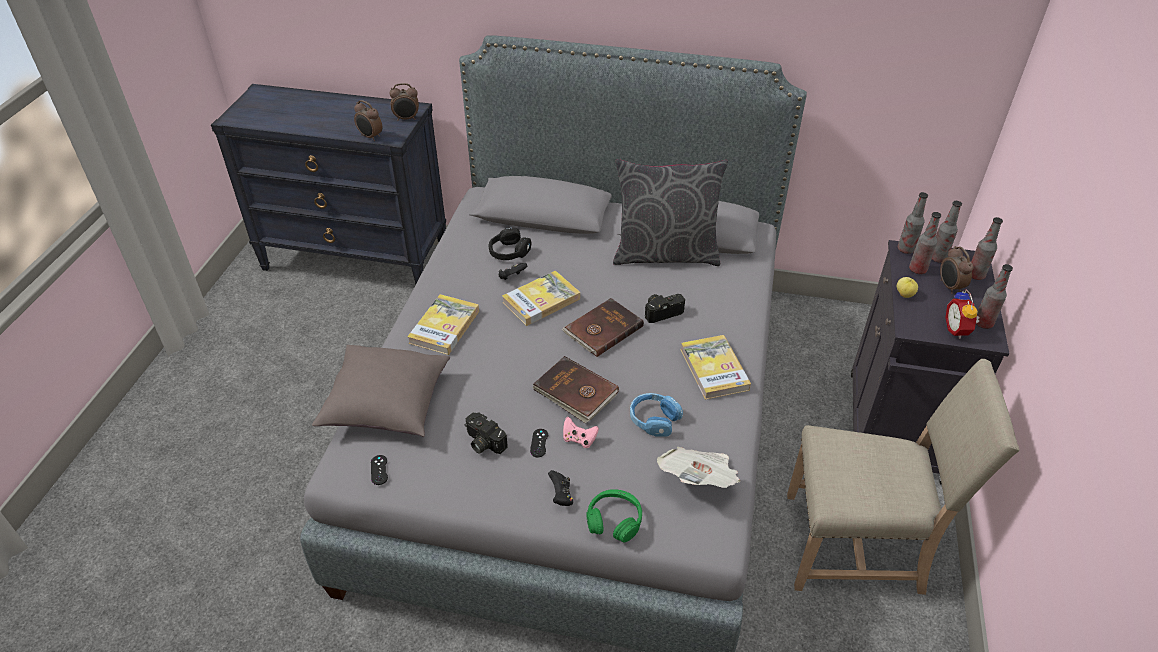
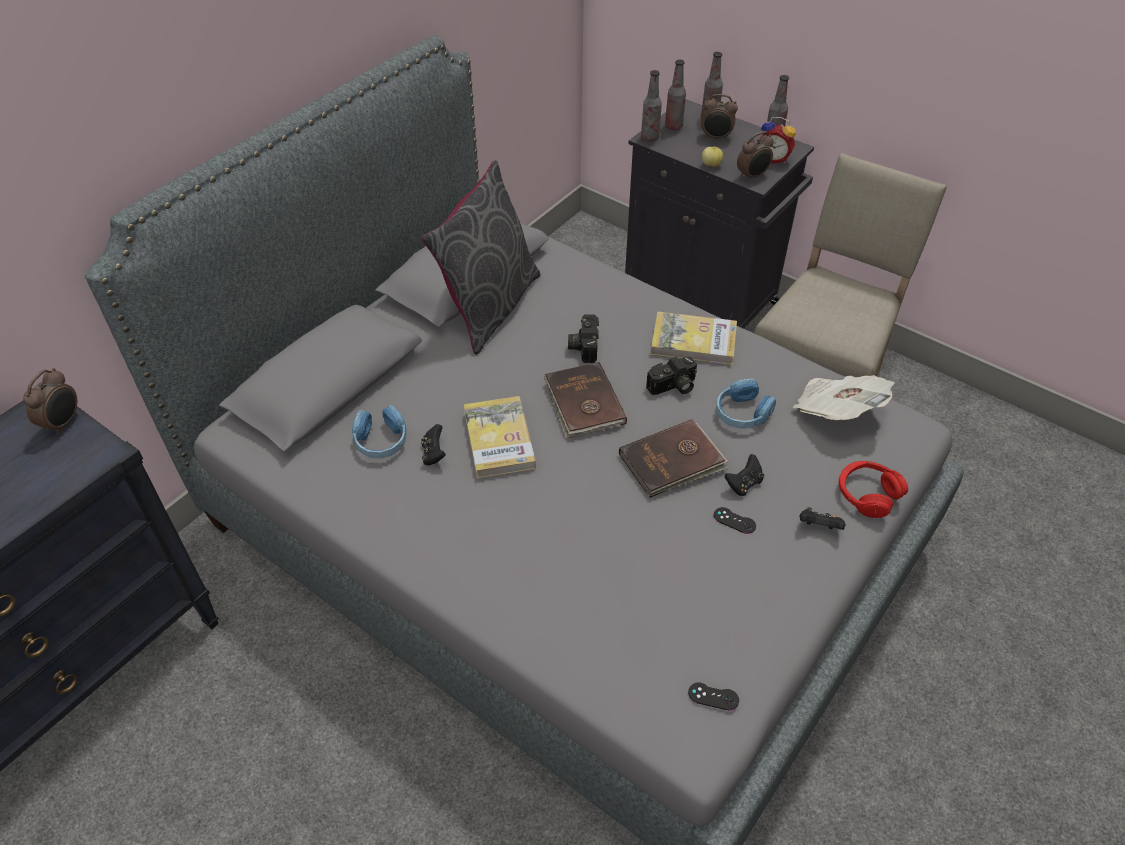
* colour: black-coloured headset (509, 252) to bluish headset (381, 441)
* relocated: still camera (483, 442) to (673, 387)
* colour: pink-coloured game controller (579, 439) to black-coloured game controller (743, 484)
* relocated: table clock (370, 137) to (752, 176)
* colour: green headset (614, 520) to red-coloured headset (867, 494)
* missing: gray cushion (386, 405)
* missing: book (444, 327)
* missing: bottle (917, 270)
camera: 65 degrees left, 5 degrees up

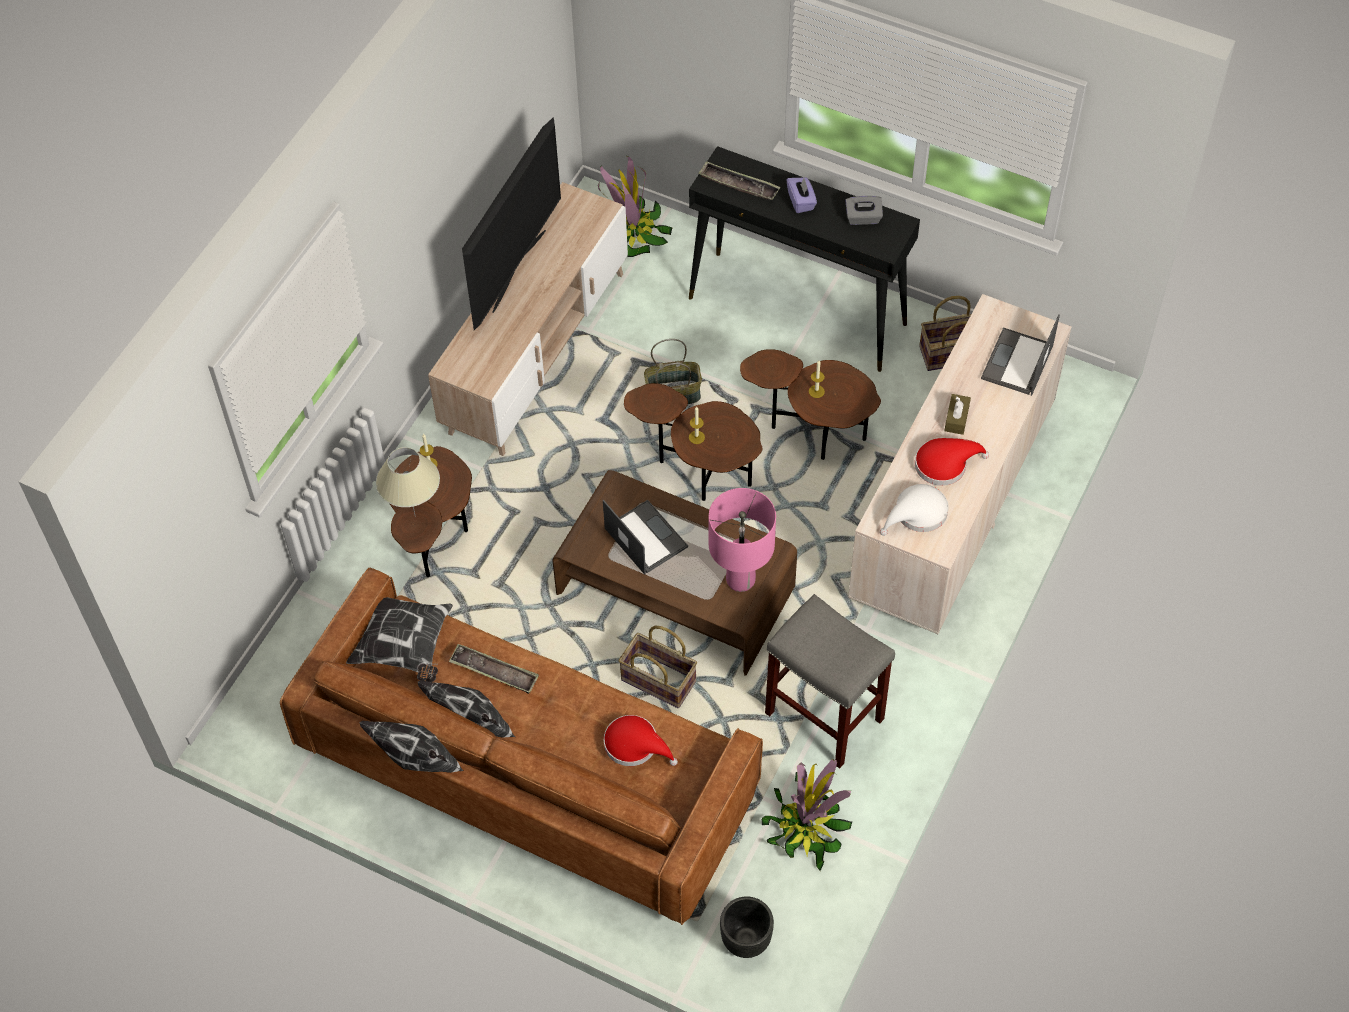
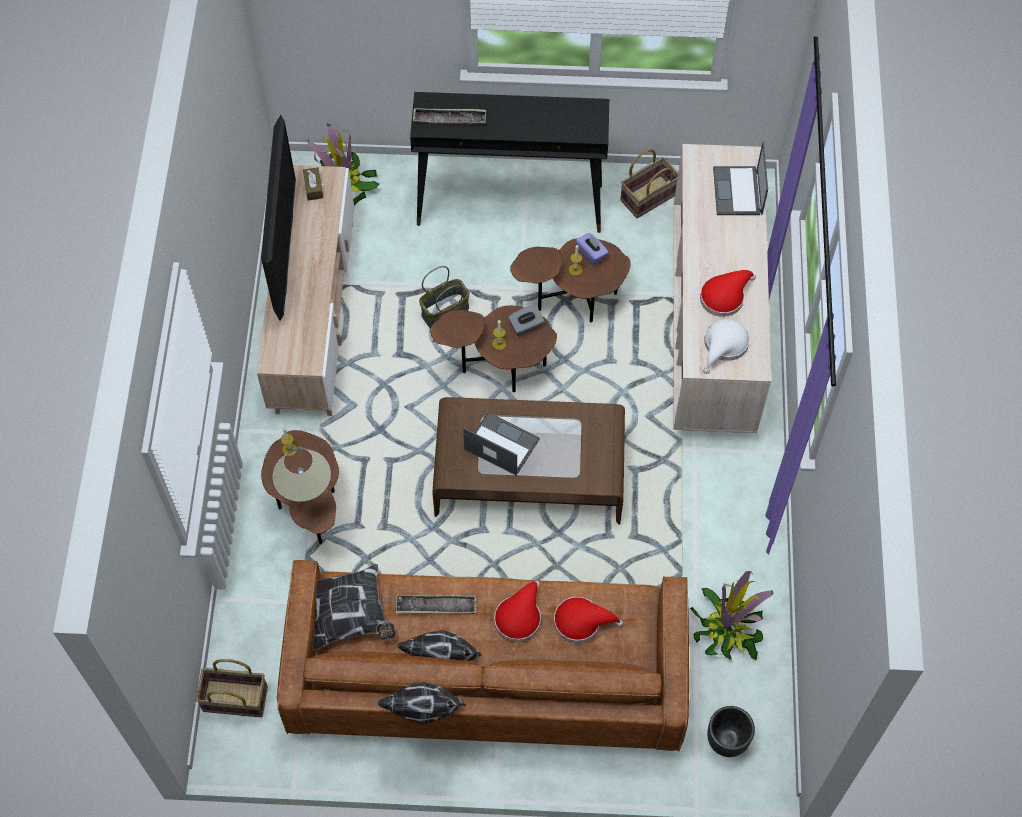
* relocated: basket (657, 681) to (234, 700)
* relocated: brownish tissue holder (956, 418) to (313, 187)
* appeared: red-coloured clothing hat (519, 616)
* relocated: gray tissue holder (863, 218) to (526, 326)
* relocated: purplish tissue holder (801, 201) to (591, 254)
* missing: pink-coloured lamp for a table (740, 580)
* missing: gray stool seat (826, 716)
camera: 25 degrees left, 5 degrees up

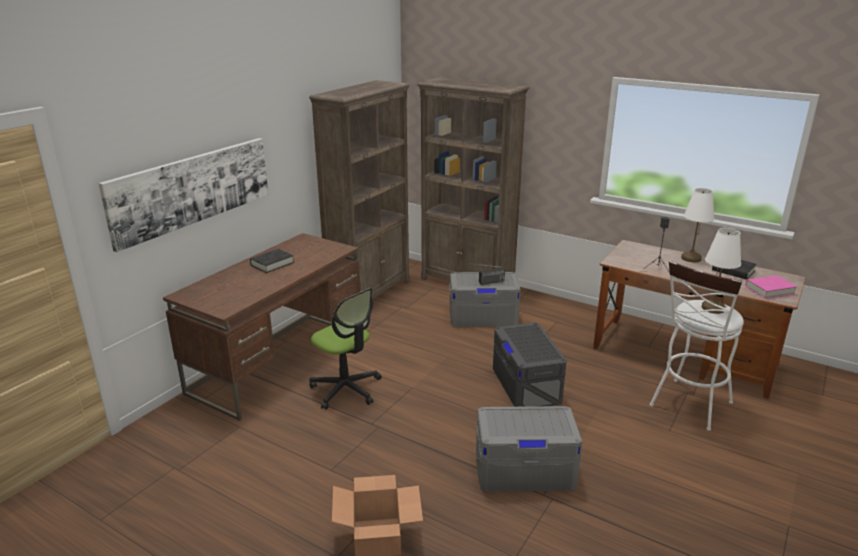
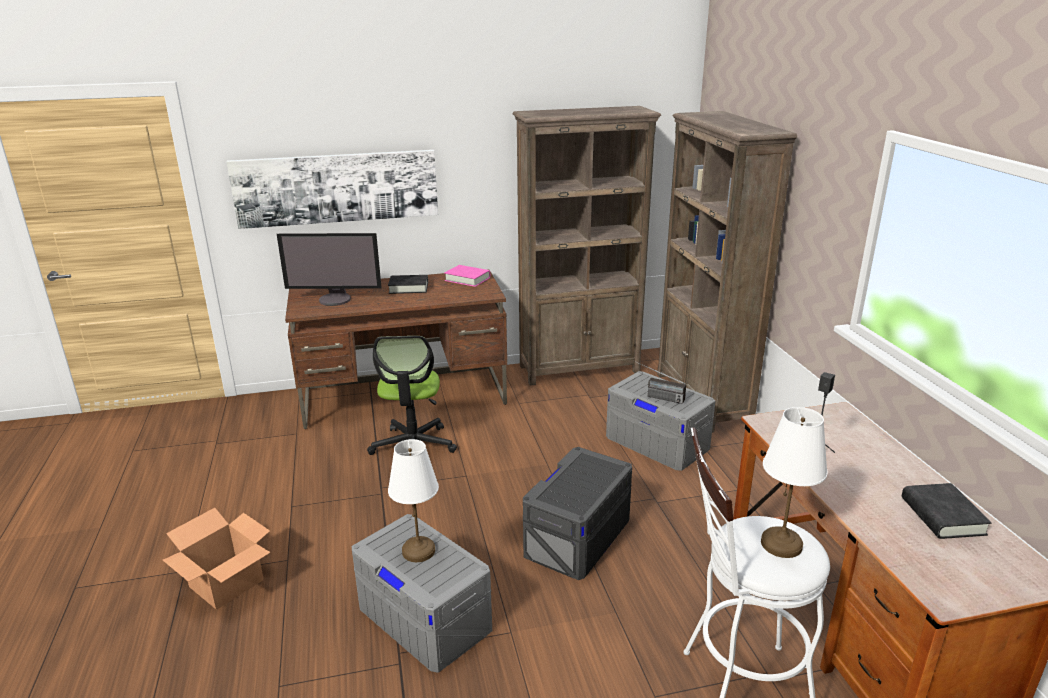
* appeared: computer screen (335, 299)
* relocated: white-coloured lamp for a table (690, 258) to (418, 550)
* relocated: pink-coloured book (769, 290) to (467, 279)
camera: 45 degrees right, 0 degrees up

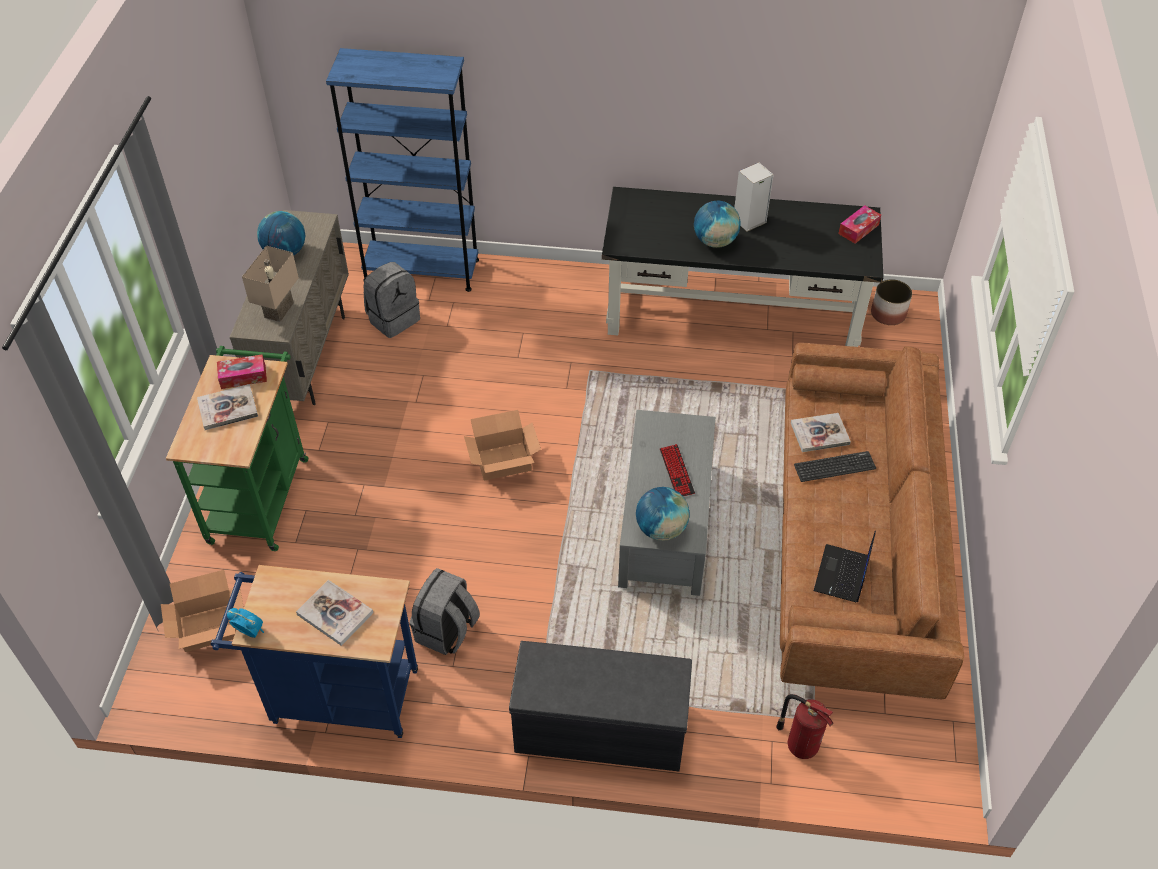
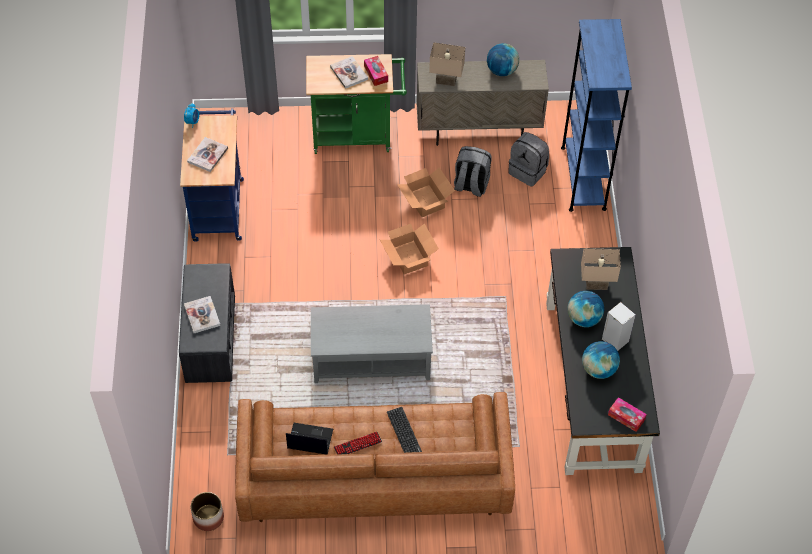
* relocated: book (820, 434) to (202, 315)
* relocated: flower pot (888, 314) to (208, 518)
* relocated: PC keyboard (676, 471) to (357, 445)
* relocated: carton (209, 627) to (425, 200)
* relocated: gray backpack (447, 631) to (470, 185)
* appeared: sand-coloured lamp for a table (597, 283)
* relocated: globe (661, 529) to (598, 369)
* missing: fire-fighting cylinder (800, 744)
camera: 80 degrees right, 5 degrees up

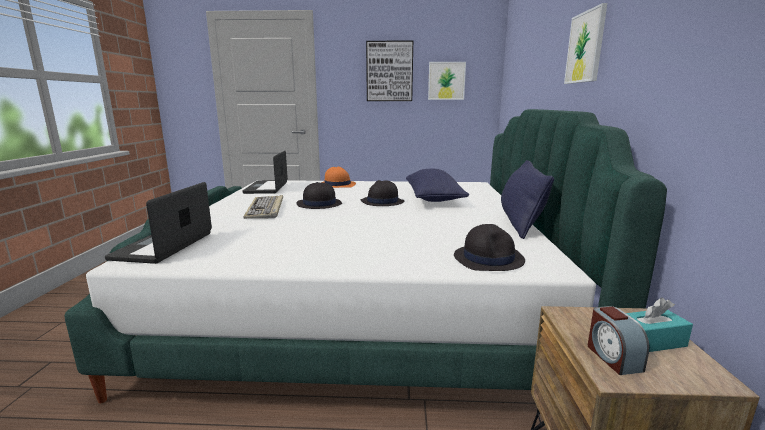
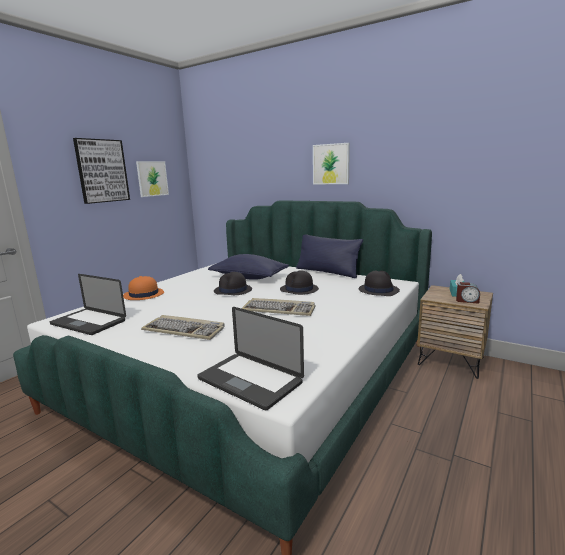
* appeared: PC keyboard (279, 309)
* relocated: black-coloured clothing hat (319, 204) to (299, 289)
camera: 60 degrees left, 0 degrees up

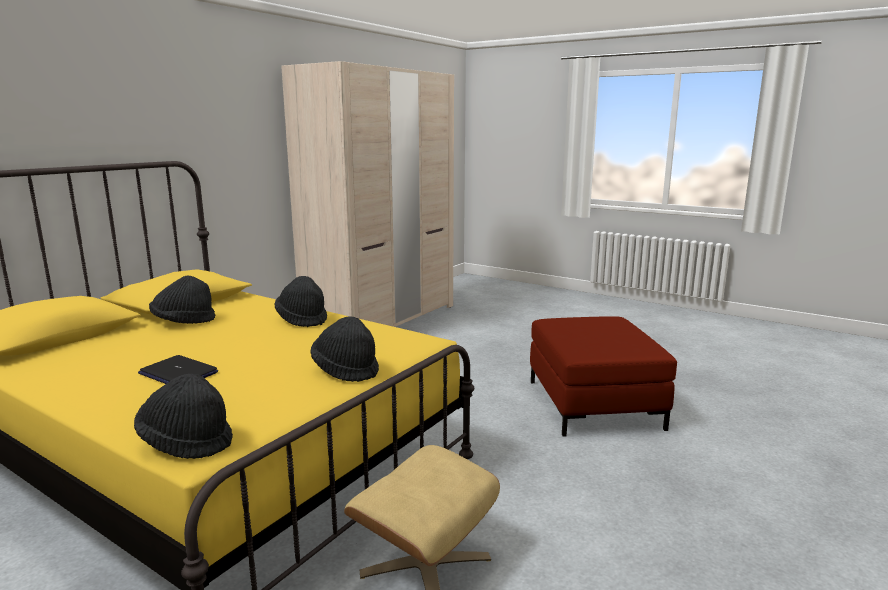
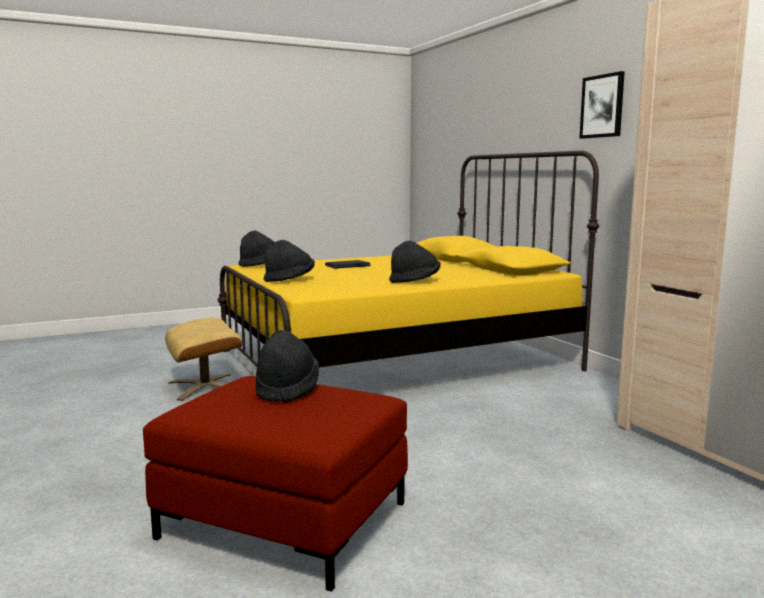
* relocated: black-coloured clothing hat (183, 322) to (287, 389)
* appeared: picture (602, 106)
camera: 120 degrees right, 5 degrees down

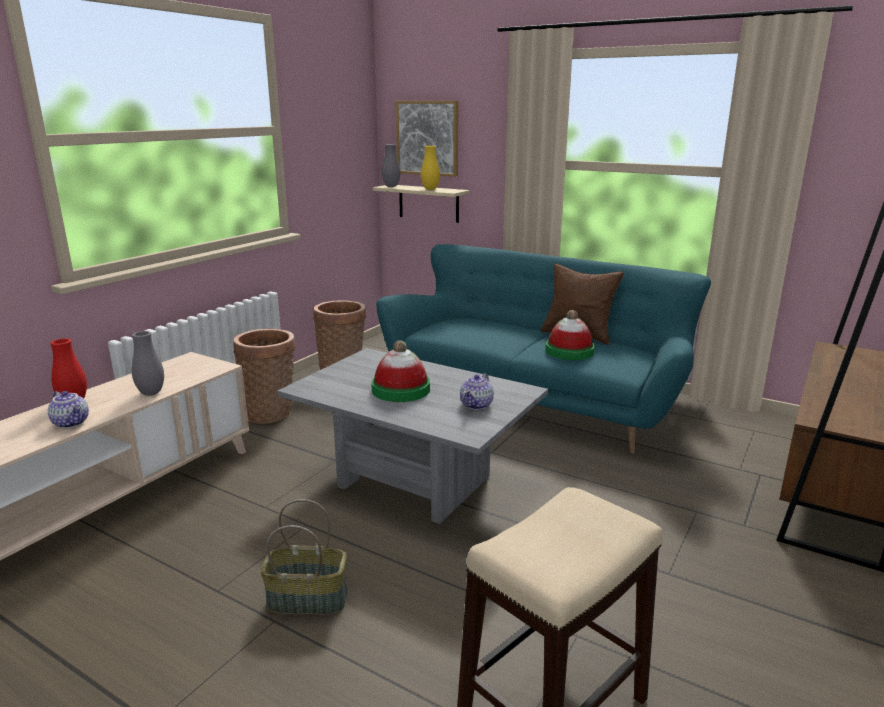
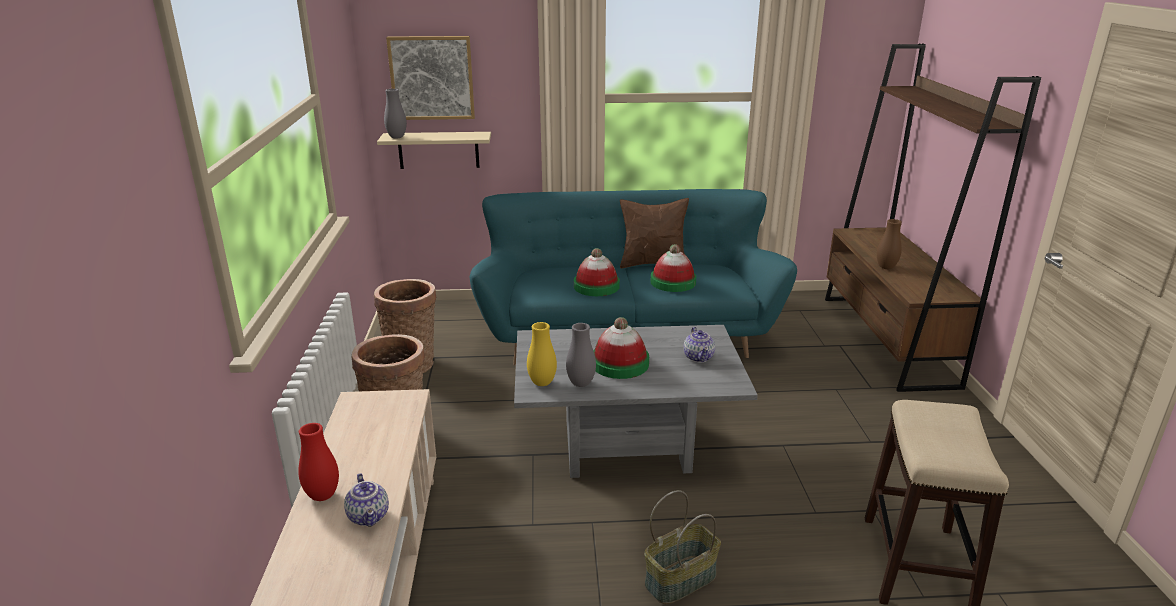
* spun: teapot (72, 423) = (369, 516) 60 degrees clockwise
* relocated: yellowish decorative vase (430, 189) to (542, 383)
* relocated: gray decorative vase (151, 393) to (581, 384)
* appeared: clothing hat (596, 286)
* appeared: brownish decorative vase (886, 267)
camera: 35 degrees left, 5 degrees up

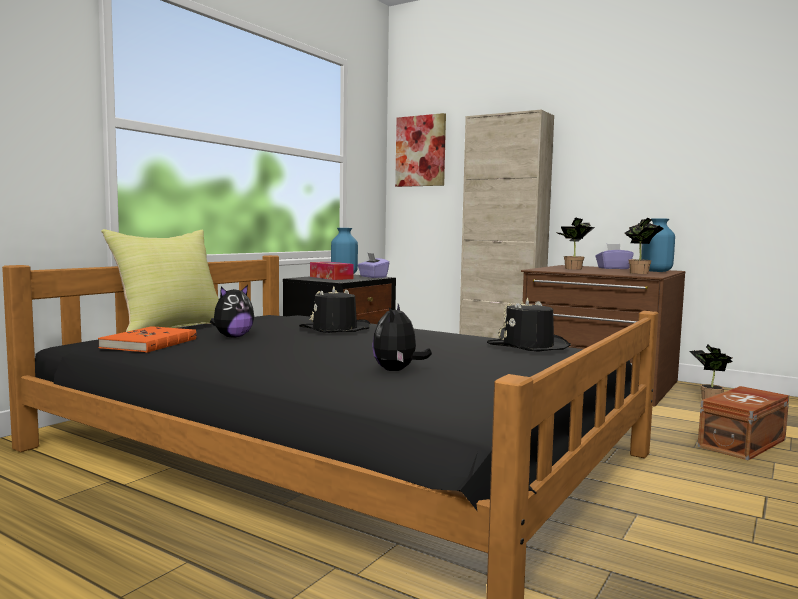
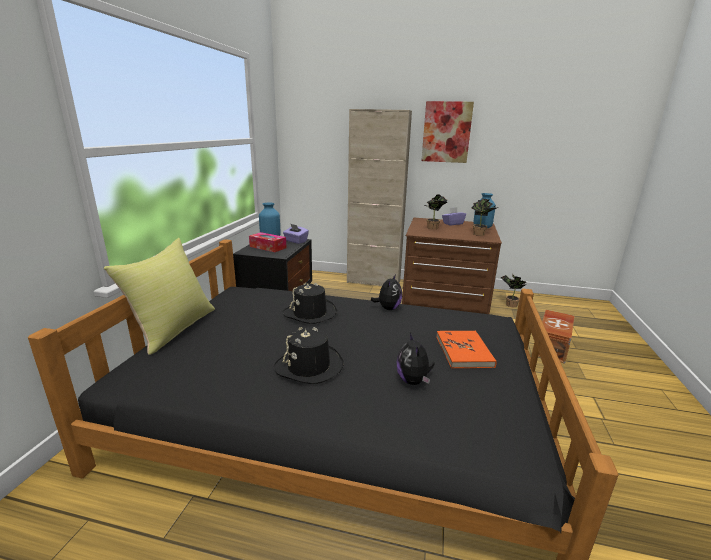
* relocated: black-coloured clothing hat (528, 346) to (309, 366)
* relocated: plush toy (233, 337) to (388, 308)
* relocated: picture (420, 151) to (446, 132)
* relocated: orangey book (150, 343) to (464, 351)
camera: 20 degrees left, 15 degrees up

